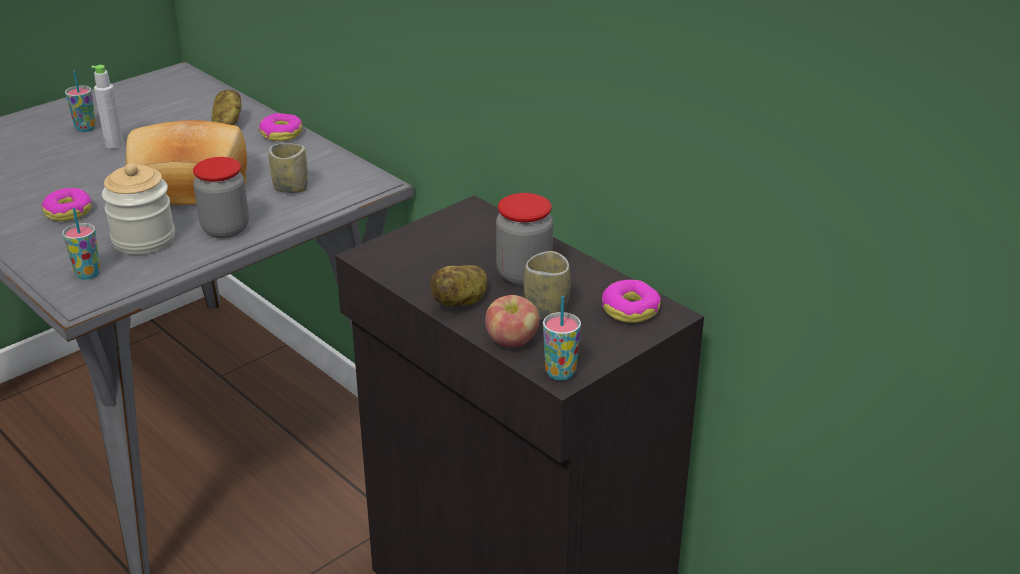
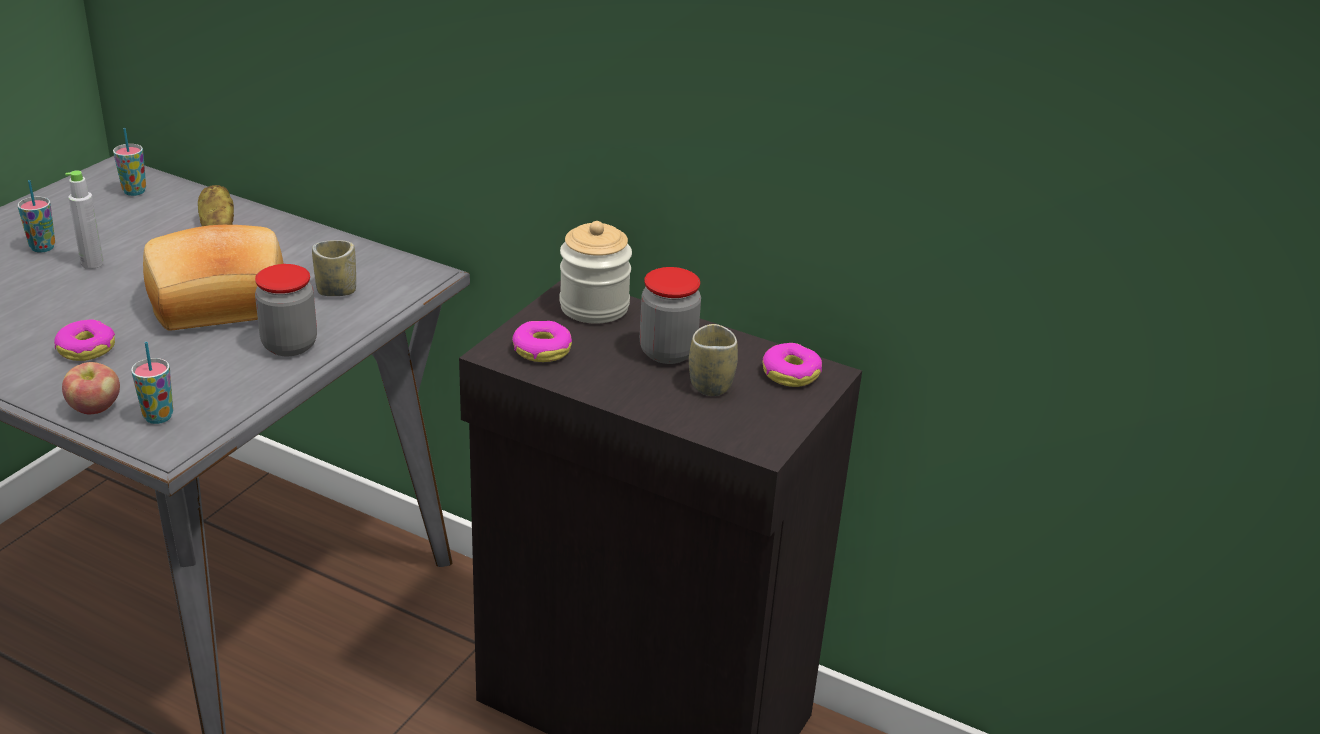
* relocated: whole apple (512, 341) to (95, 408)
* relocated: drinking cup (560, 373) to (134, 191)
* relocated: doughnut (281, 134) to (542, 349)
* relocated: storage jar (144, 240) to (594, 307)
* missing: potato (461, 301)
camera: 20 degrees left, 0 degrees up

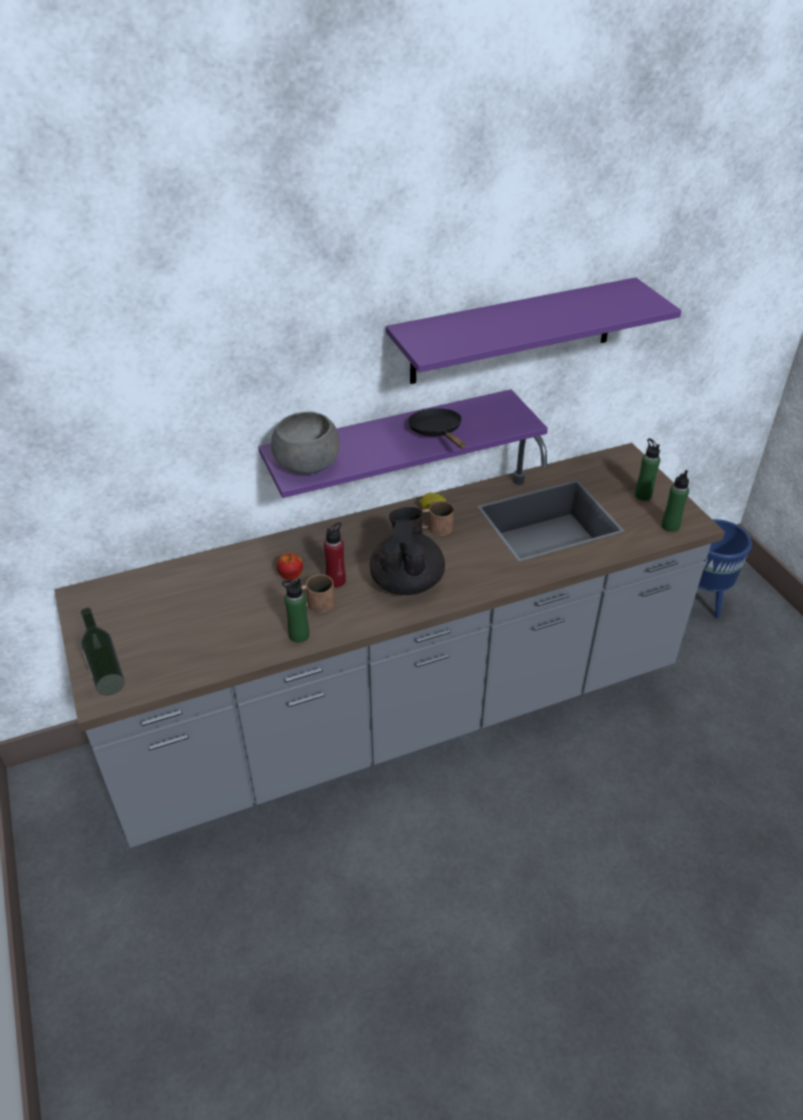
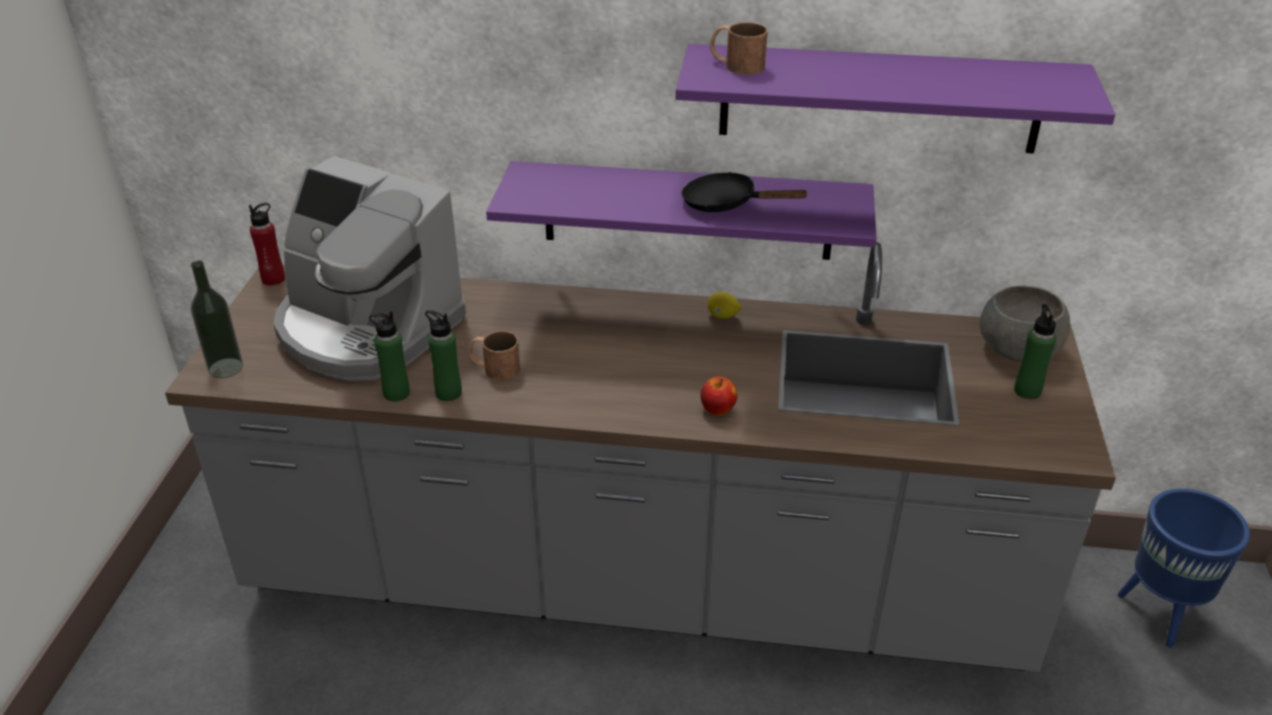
* relocated: red-coloured bottle (336, 581) to (273, 279)
* appeared: coffee brewer (367, 329)
* relocated: green bottle (670, 526) to (396, 393)
* spun: black-coloured frying pan (437, 432) = (726, 204) 75 degrees counterclockwise
* relocated: whole apple (290, 575) to (717, 409)
* relocated: brownish tea mug (434, 528) to (736, 65)
* relocated: gray deep dish (306, 463) to (1017, 348)
* missing: black-coloured teapot (407, 581)
camera: 30 degrees right, 5 degrees down

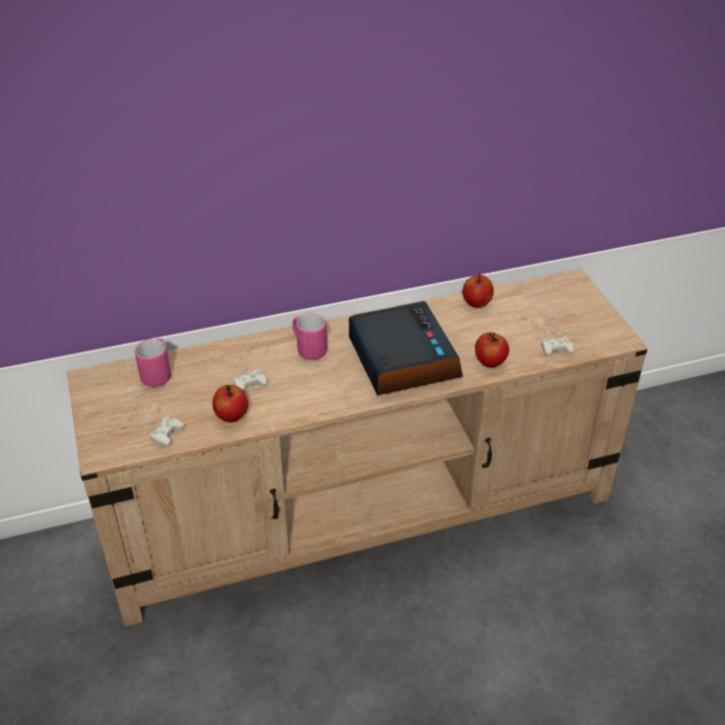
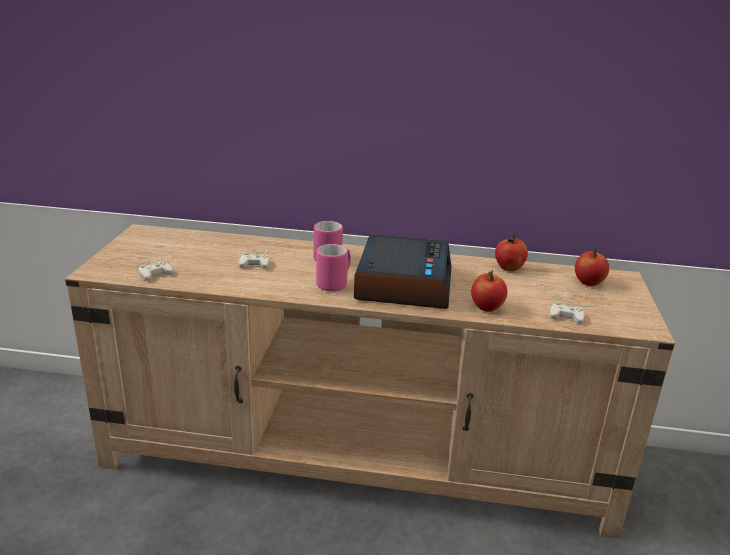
* relocated: pink-coloured tea mug (158, 374) to (335, 284)
* relocated: whole apple (232, 416) to (588, 283)
camera: 25 degrees right, 15 degrees down

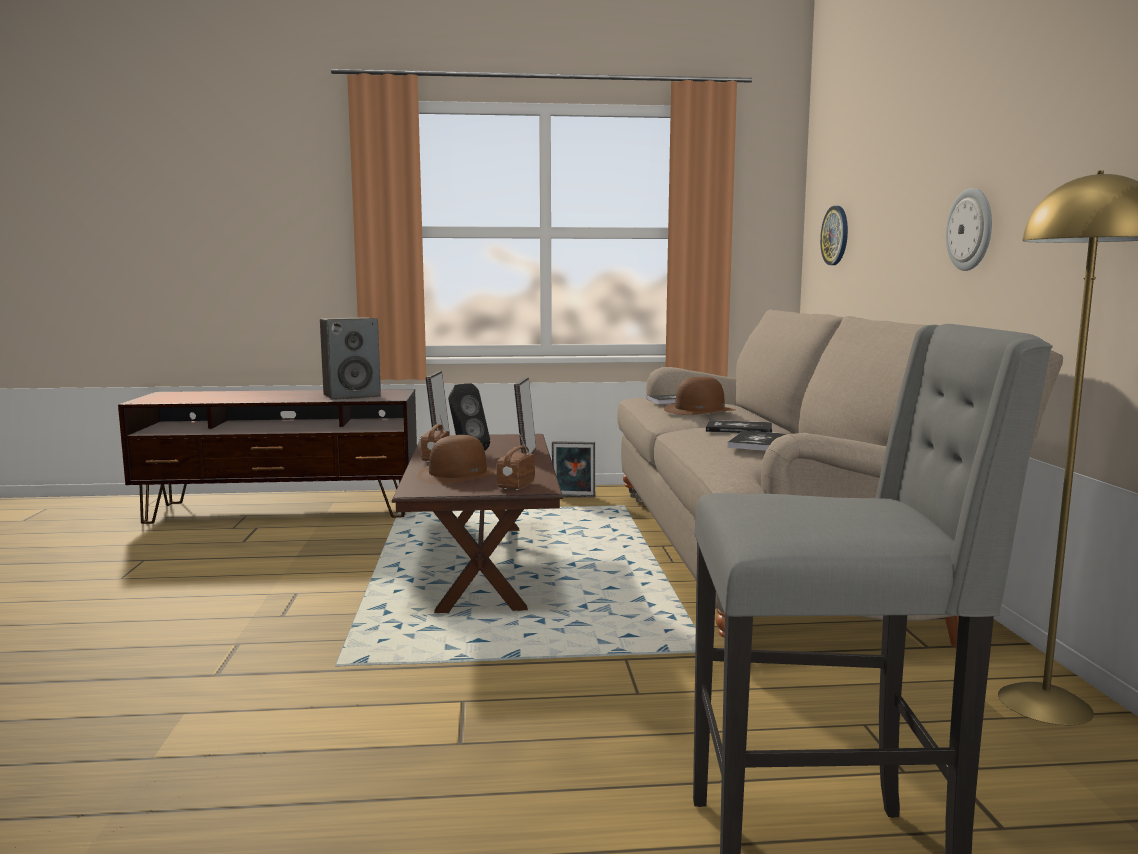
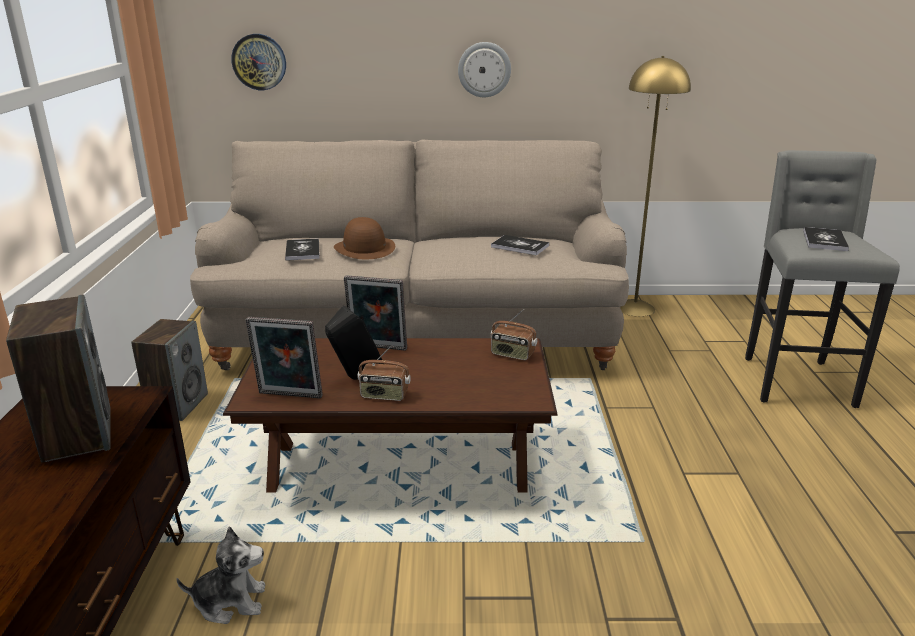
* exchanged: standing frame (573, 497) to loudspeaker (178, 405)
* appeared: plush toy (230, 602)
* relocated: book (739, 429) to (824, 240)
* missing: brownish clothing hat (458, 474)
camera: 85 degrees left, 15 degrees up

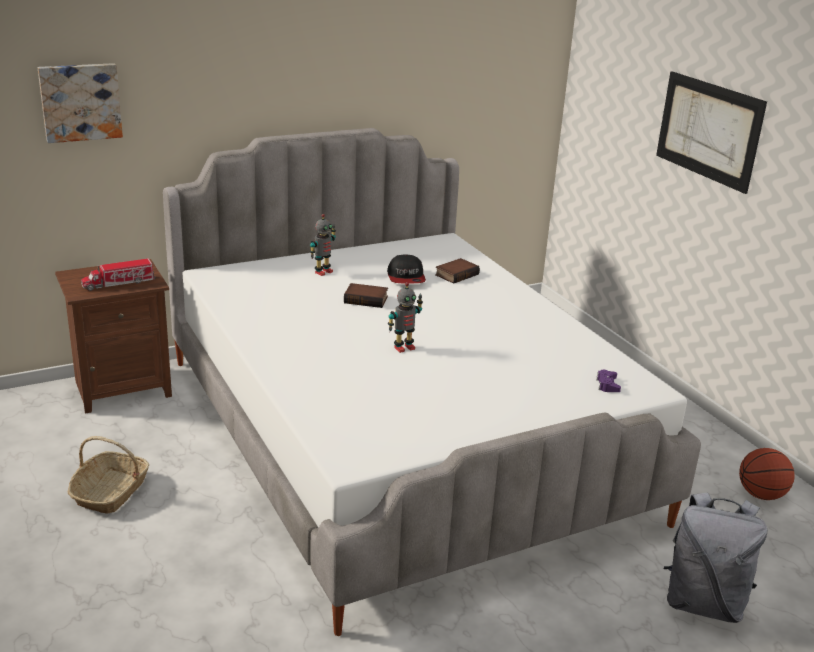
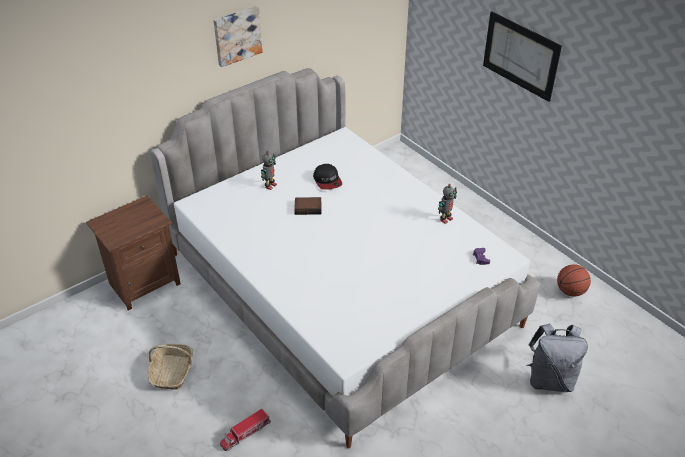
* relocated: picture (80, 102) to (237, 35)
* relocated: model truck (119, 283) to (245, 434)
* relocated: model robot (403, 347) to (445, 219)
* missing: book (456, 274)
camera: 10 degrees left, 15 degrees up

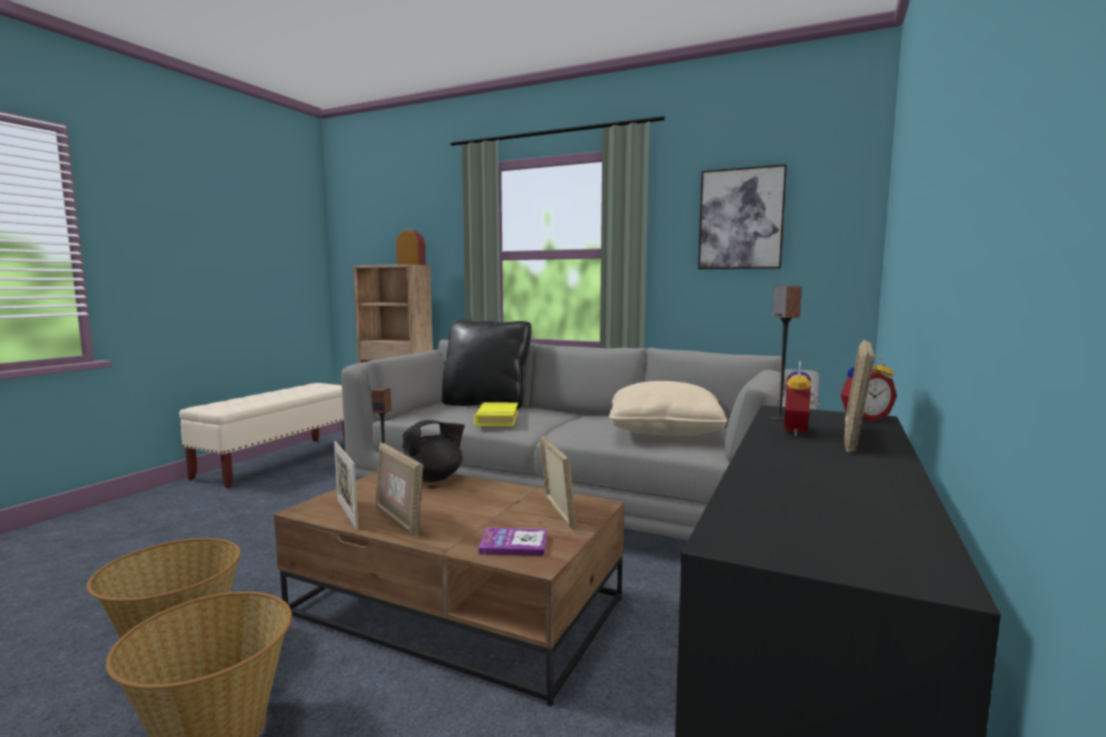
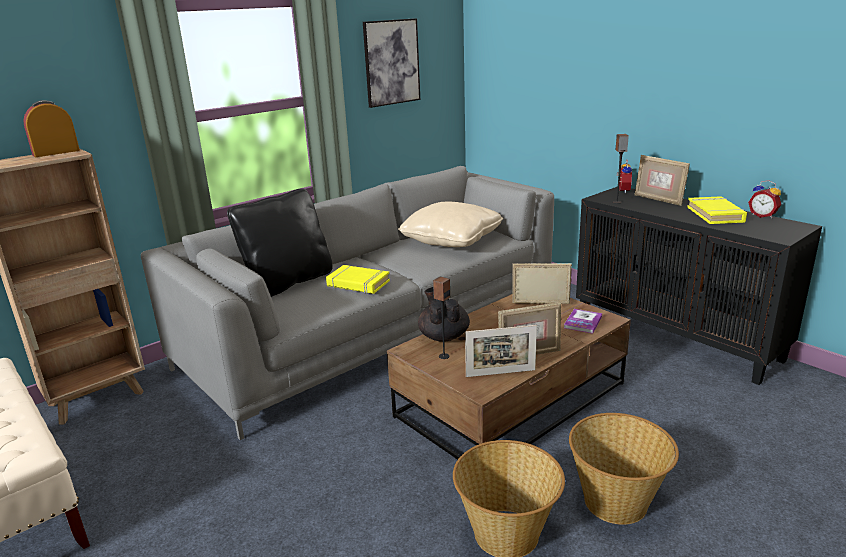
* appeared: yellowish book (715, 214)
* relocated: table clock (800, 432) to (763, 215)
camera: 65 degrees left, 15 degrees up

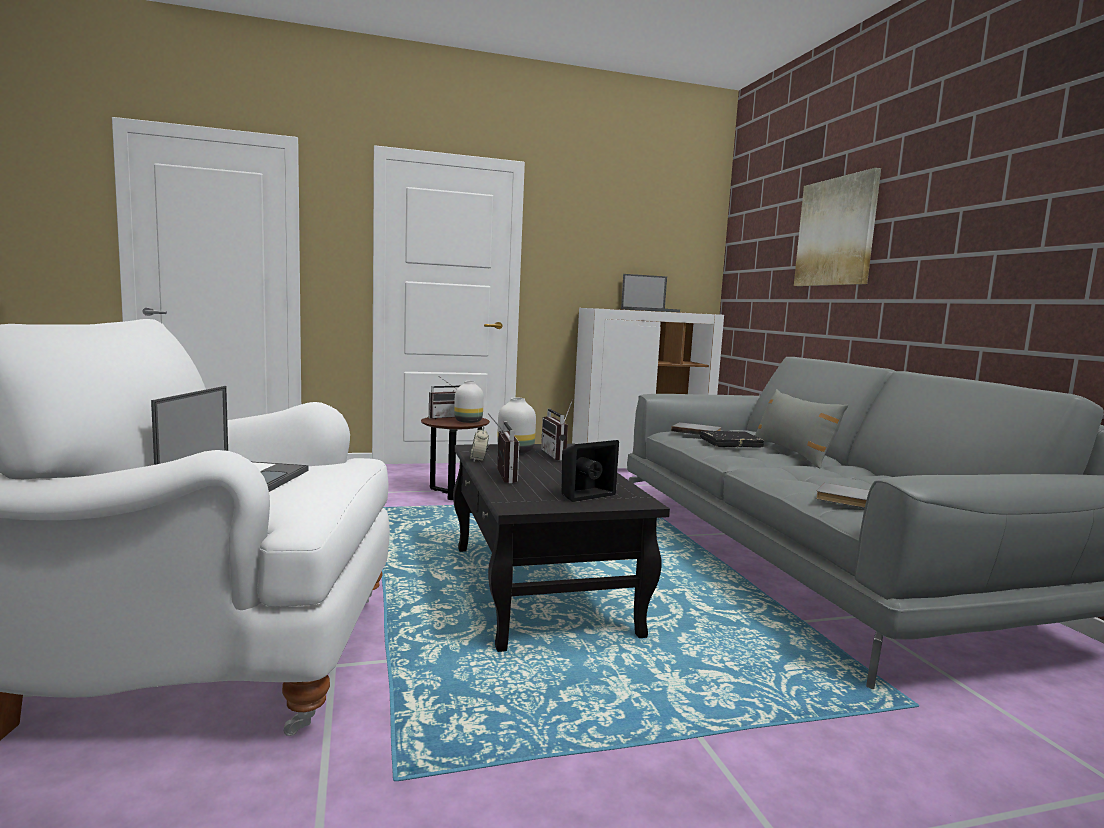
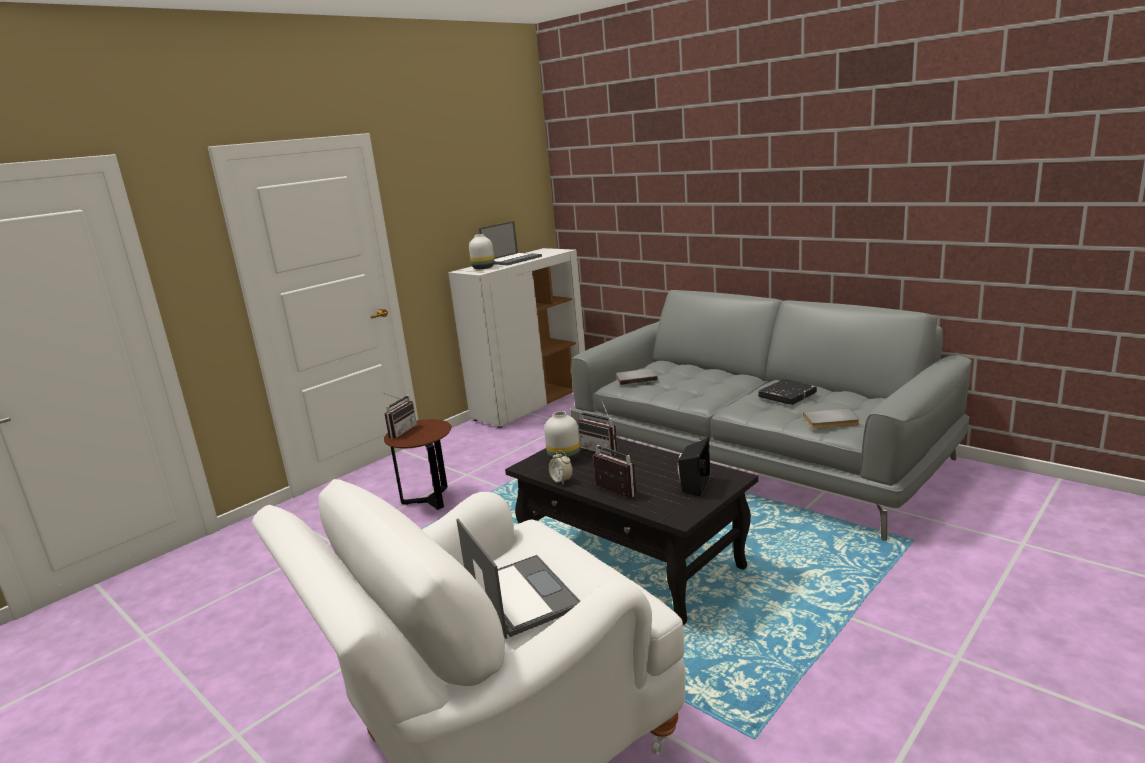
* relocated: white-coloured decorative vase (468, 421) to (483, 268)
* relocated: black-coloured book (730, 443) to (787, 395)
* missing: gray cushion (793, 453)
* missing: picture (836, 232)
camera: 30 degrees left, 10 degrees up

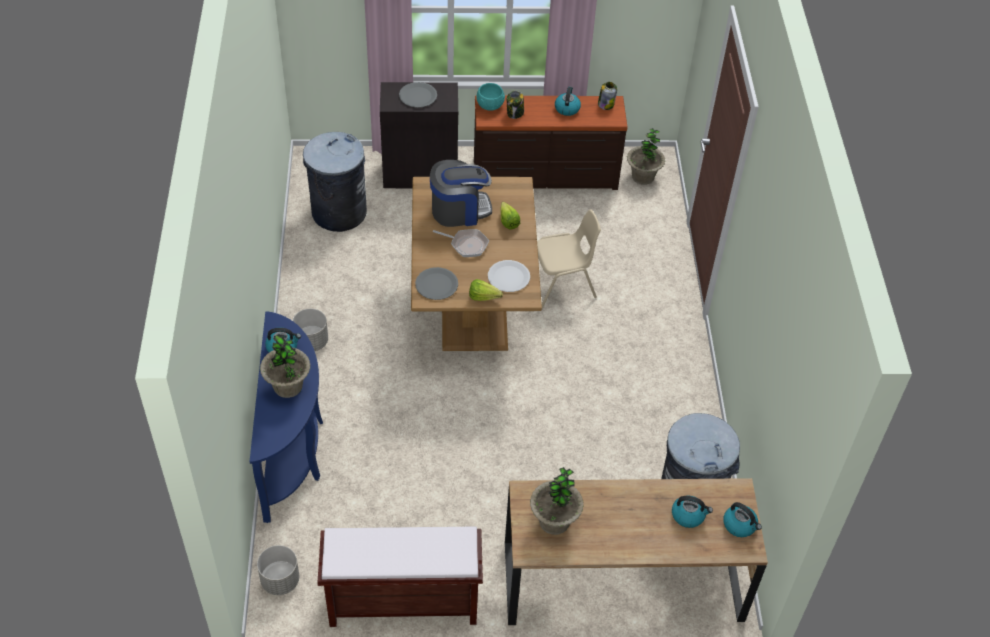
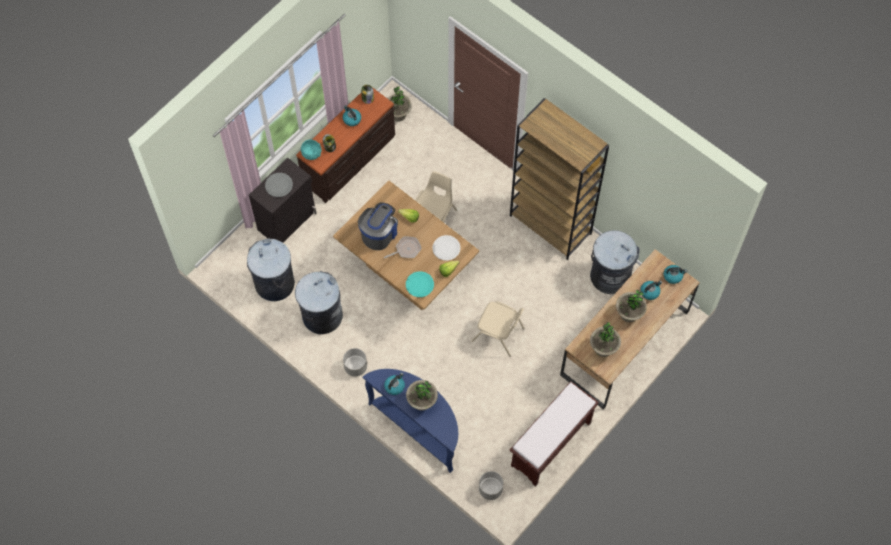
* appeared: gray waste bin (322, 315)
* colour: gray flat dish (436, 284) to turquoise flat dish (419, 285)
* appeared: sand-coloured plain chair (498, 334)
* appeared: brownish shelving unit (551, 225)
* appeared: houseplant (629, 314)
camera: 45 degrees left, 15 degrees up

